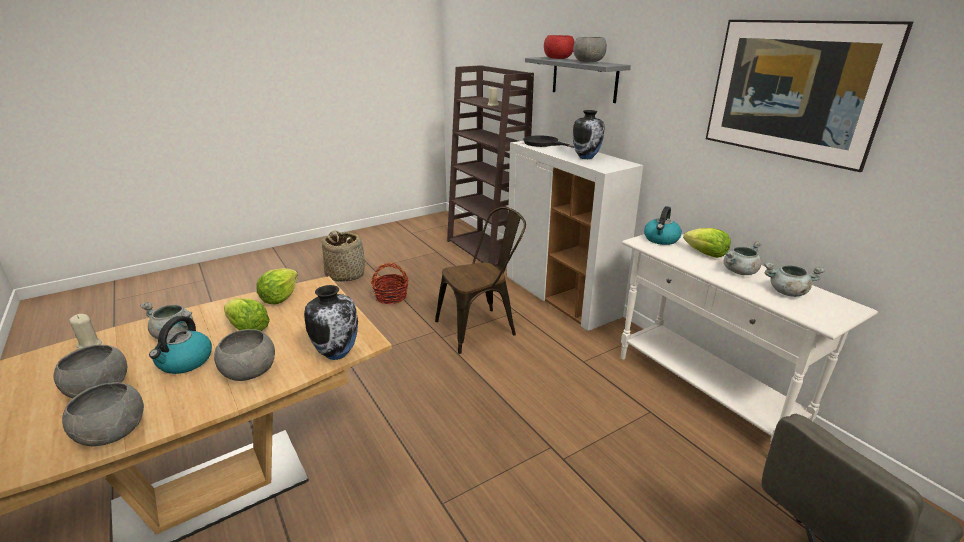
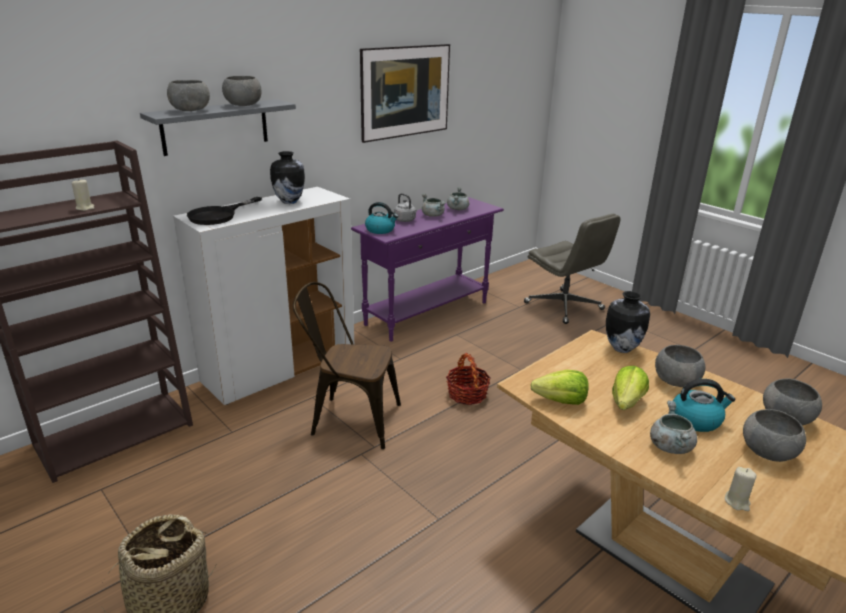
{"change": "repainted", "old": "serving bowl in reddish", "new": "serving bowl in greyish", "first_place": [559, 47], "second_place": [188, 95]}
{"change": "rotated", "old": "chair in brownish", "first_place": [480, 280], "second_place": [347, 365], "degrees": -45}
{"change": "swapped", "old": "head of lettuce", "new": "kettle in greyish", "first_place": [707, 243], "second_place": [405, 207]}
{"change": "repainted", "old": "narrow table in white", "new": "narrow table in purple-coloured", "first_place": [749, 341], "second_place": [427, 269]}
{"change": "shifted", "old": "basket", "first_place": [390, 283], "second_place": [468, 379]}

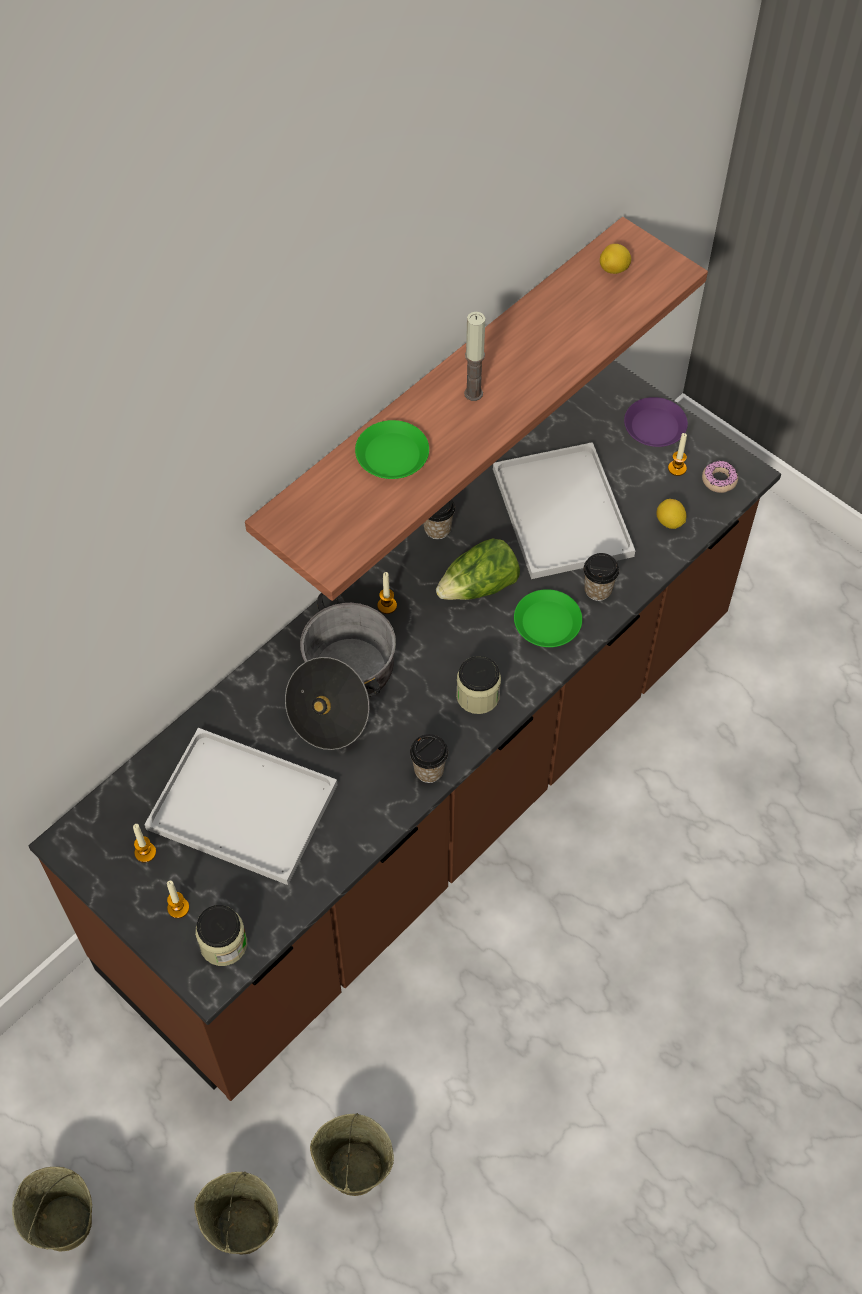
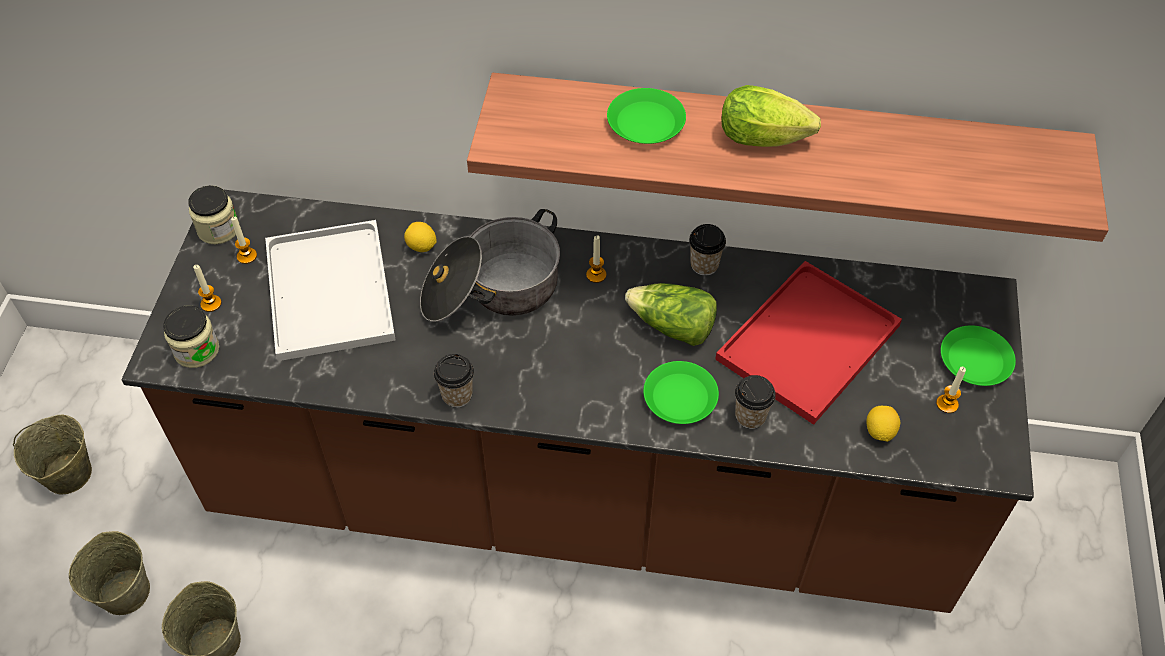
{"change": "shifted", "old": "lemon", "first_place": [615, 259], "second_place": [420, 237]}
{"change": "swapped", "old": "wax light", "new": "head of lettuce", "first_place": [474, 356], "second_place": [771, 116]}
{"change": "repainted", "old": "plate in purple-coloured", "new": "plate in greenish", "first_place": [656, 422], "second_place": [978, 356]}
{"change": "repainted", "old": "tray in white", "new": "tray in reddish", "first_place": [564, 510], "second_place": [808, 343]}
{"change": "gone", "old": "ring doughnut", "first_place": [720, 477]}
{"change": "shifted", "old": "storage jar", "first_place": [478, 685], "second_place": [213, 214]}

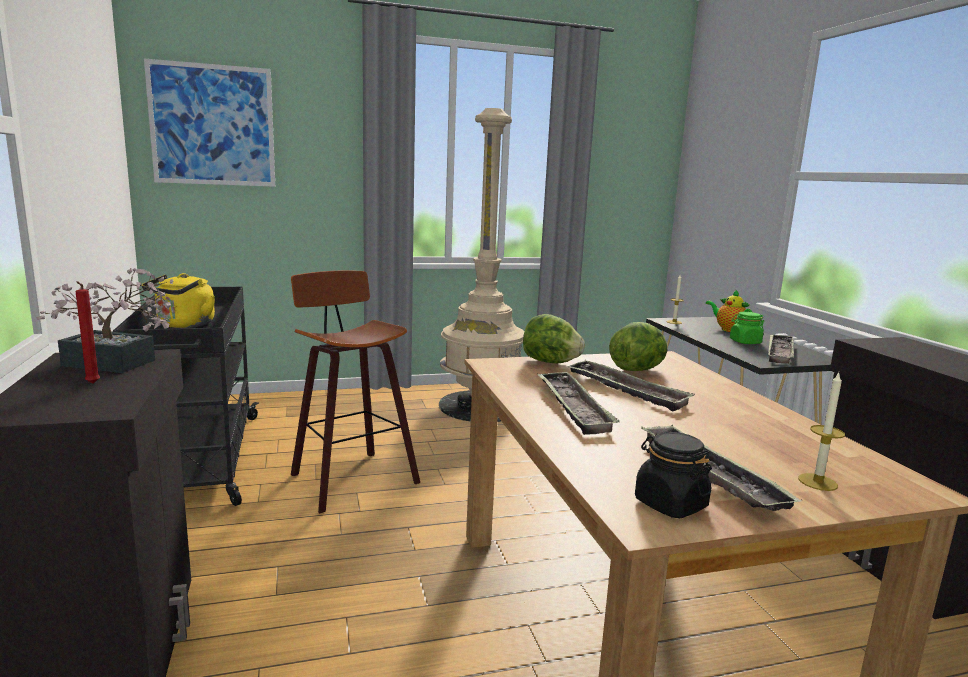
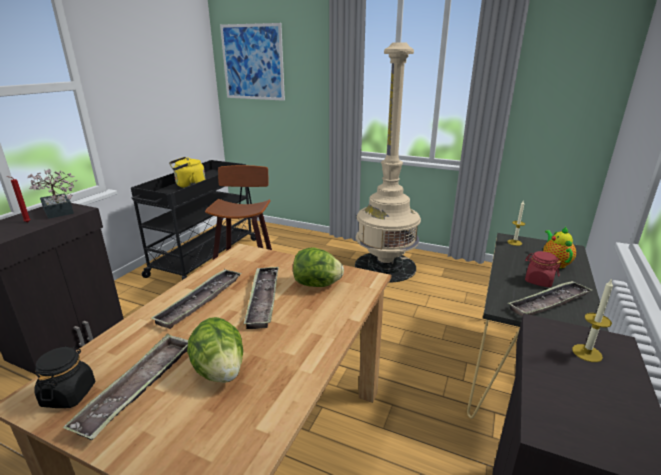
{"change": "repainted", "old": "storage jar in greenish", "new": "storage jar in reddish", "first_place": [747, 328], "second_place": [543, 269]}
{"change": "shifted", "old": "head of lettuce", "first_place": [554, 338], "second_place": [215, 350]}
{"change": "shifted", "old": "wax light", "first_place": [821, 432], "second_place": [592, 320]}

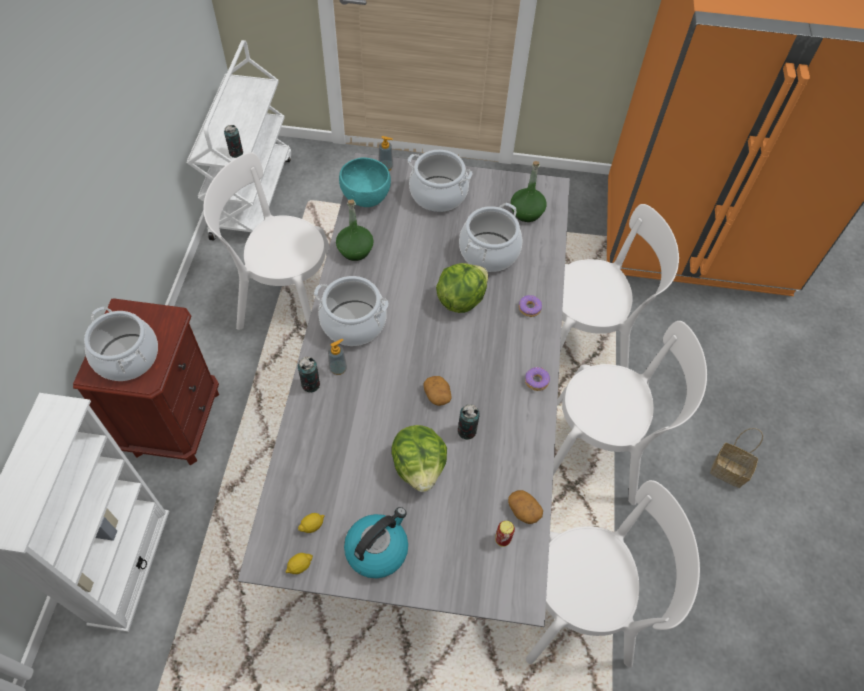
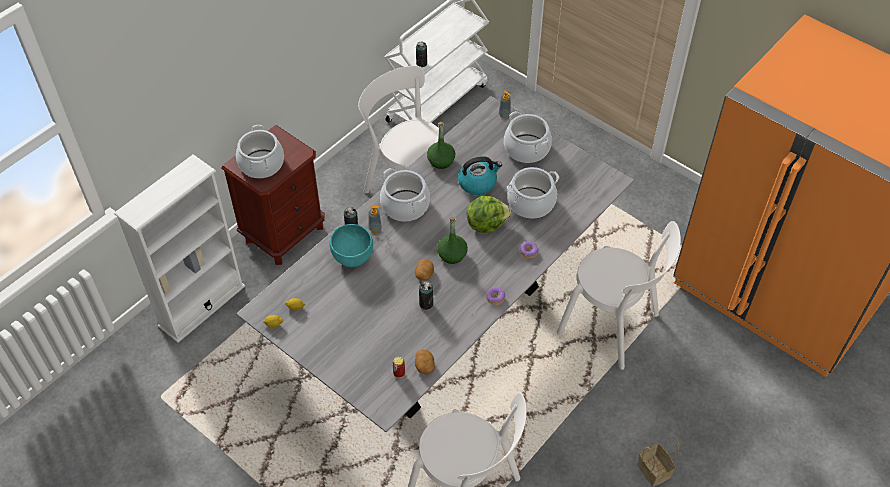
{"change": "shifted", "old": "serving bowl in turquoise-coloured", "first_place": [365, 182], "second_place": [351, 245]}
{"change": "shifted", "old": "drink bottle in greenish", "first_place": [528, 191], "second_place": [452, 240]}
{"change": "gone", "old": "chair in white", "first_place": [630, 413]}
{"change": "gone", "old": "head of lettuce", "first_place": [419, 458]}
{"change": "shifted", "old": "kettle", "first_place": [376, 542], "second_place": [480, 175]}

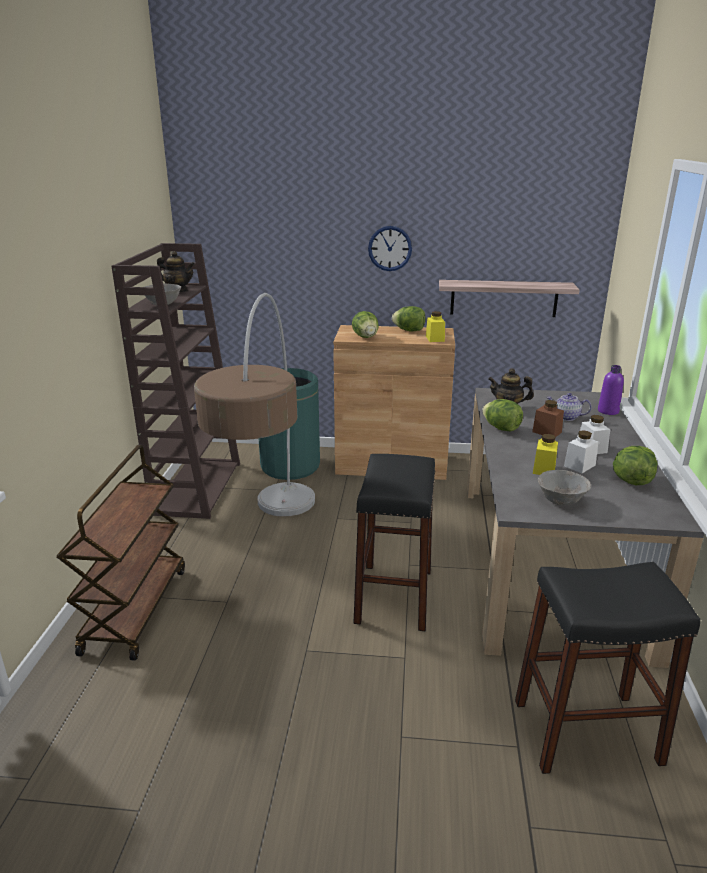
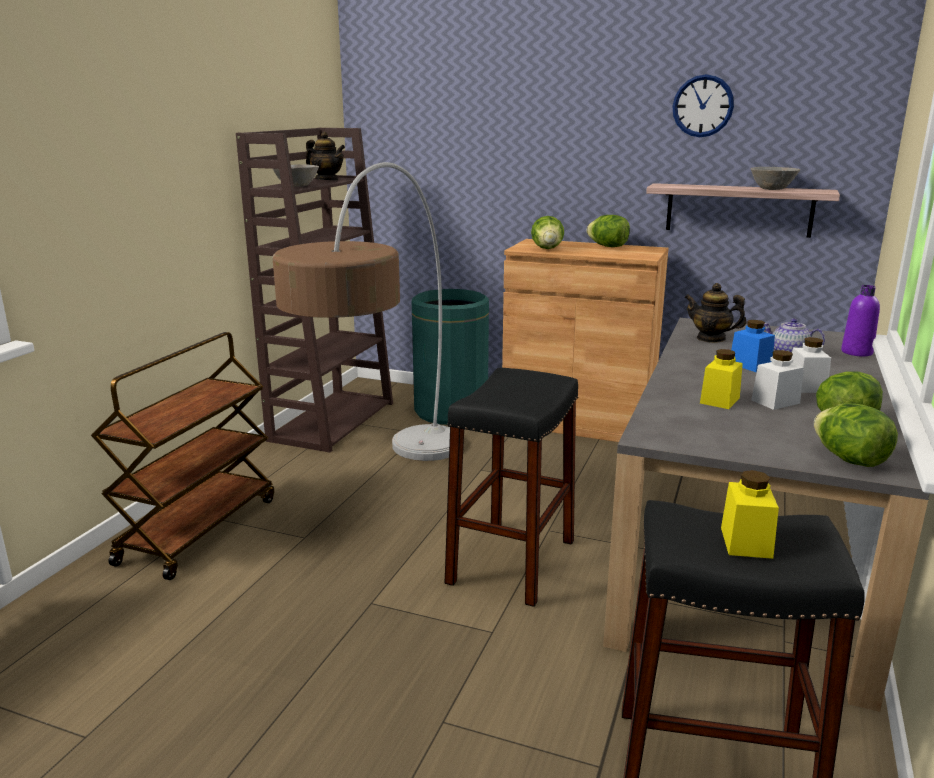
{"change": "shifted", "old": "hanging clock", "first_place": [390, 248], "second_place": [703, 105]}
{"change": "shifted", "old": "storage jar in yellowish", "first_place": [435, 326], "second_place": [750, 514]}
{"change": "shifted", "old": "head of lettuce", "first_place": [502, 415], "second_place": [856, 435]}
{"change": "repainted", "old": "storage jar in brownish", "new": "storage jar in bluish", "first_place": [548, 418], "second_place": [753, 346]}
{"change": "shifted", "old": "serving bowl in greyish", "first_place": [564, 487], "second_place": [775, 178]}

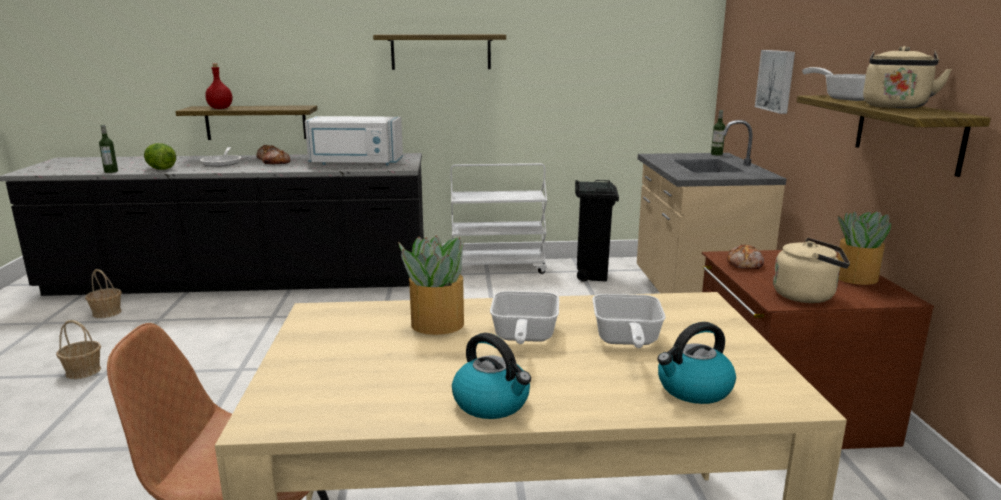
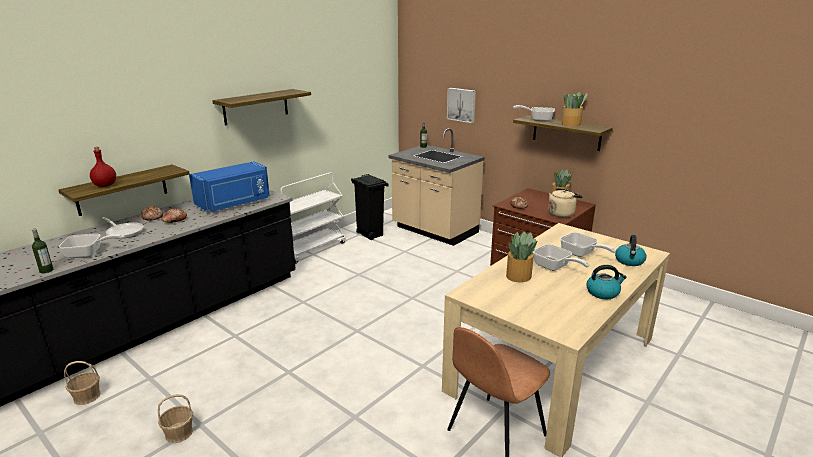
{"change": "swapped", "old": "kettle in beige-coloured", "new": "houseplant", "first_place": [907, 77], "second_place": [574, 109]}
{"change": "repainted", "old": "kitchen microwave in white", "new": "kitchen microwave in bluish", "first_place": [354, 140], "second_place": [229, 186]}
{"change": "swapped", "old": "head of lettuce", "new": "pan", "first_place": [160, 156], "second_place": [92, 246]}

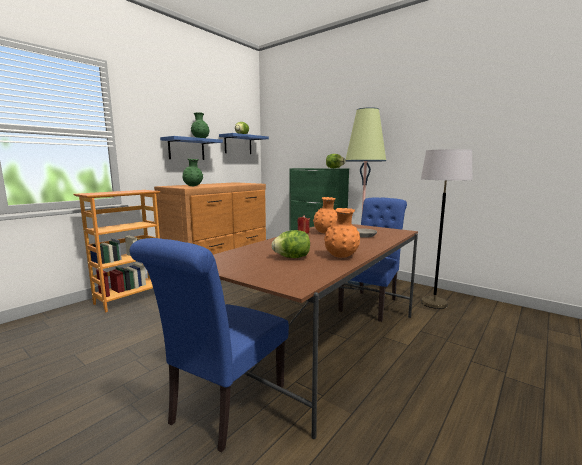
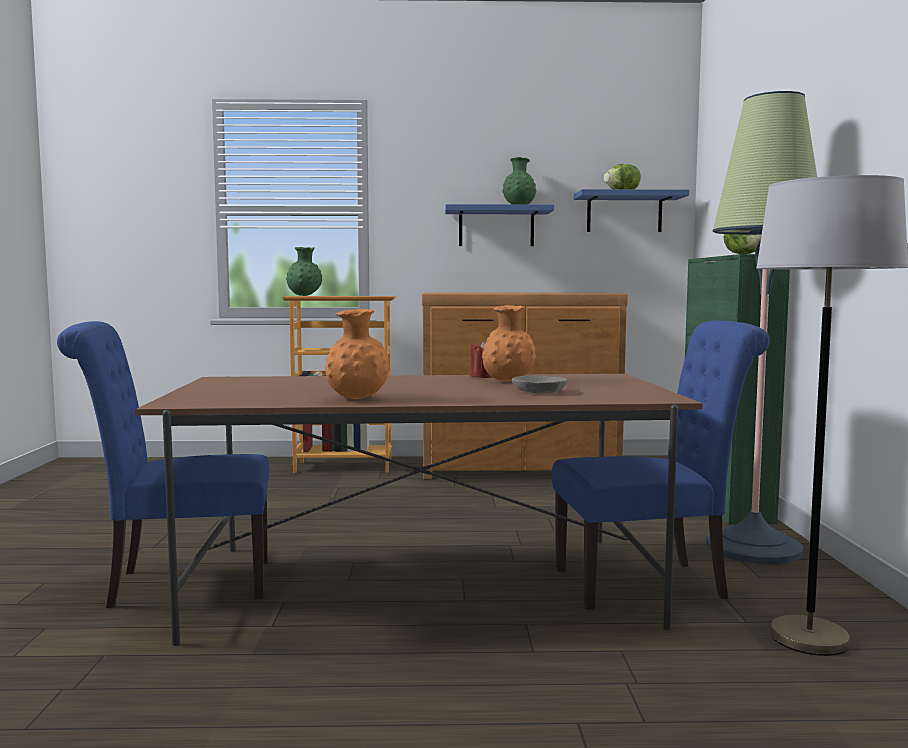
{"change": "shifted", "old": "decorative vase in greenish", "first_place": [192, 172], "second_place": [304, 271]}
{"change": "gone", "old": "head of lettuce", "first_place": [290, 244]}

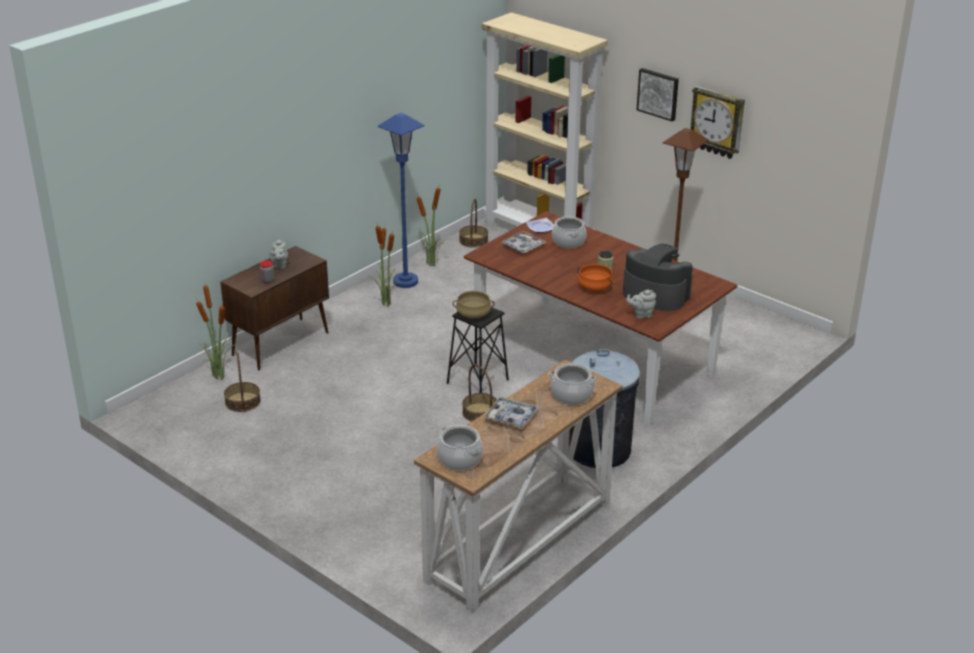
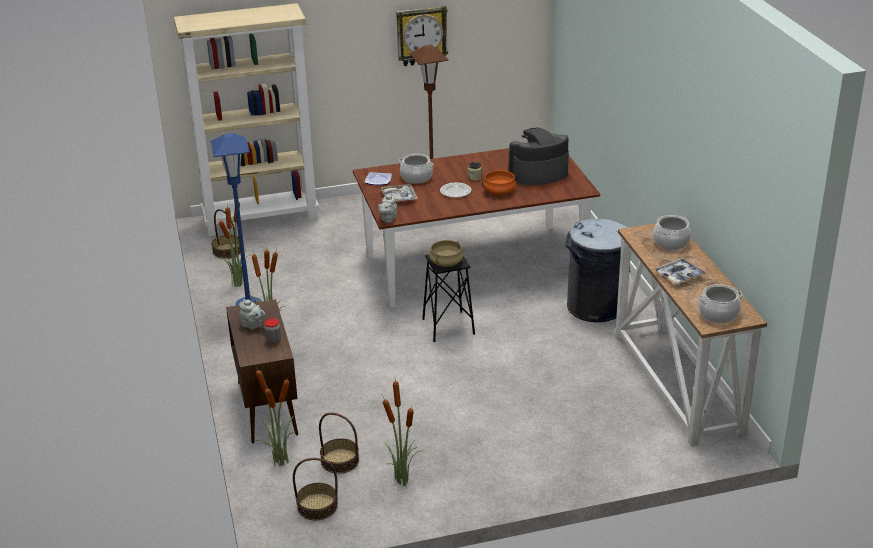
{"change": "gone", "old": "wall art", "first_place": [658, 95]}
{"change": "shifted", "old": "pot for tea in greyish", "first_place": [641, 304], "second_place": [387, 208]}
{"change": "shifted", "old": "basket", "first_place": [480, 393], "second_place": [315, 489]}
{"change": "new", "new": "plate", "second_place": [456, 190]}
{"change": "new", "new": "houseplant", "second_place": [402, 433]}

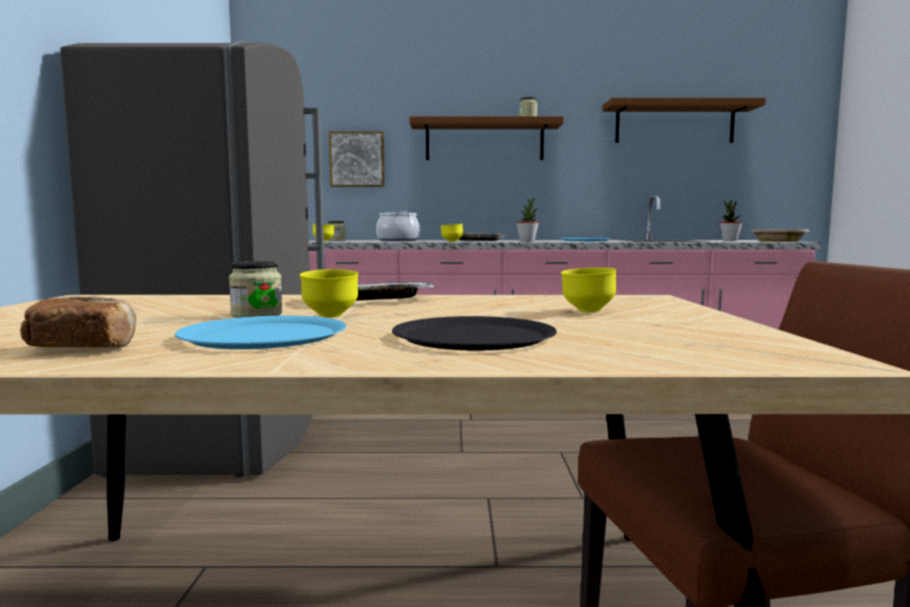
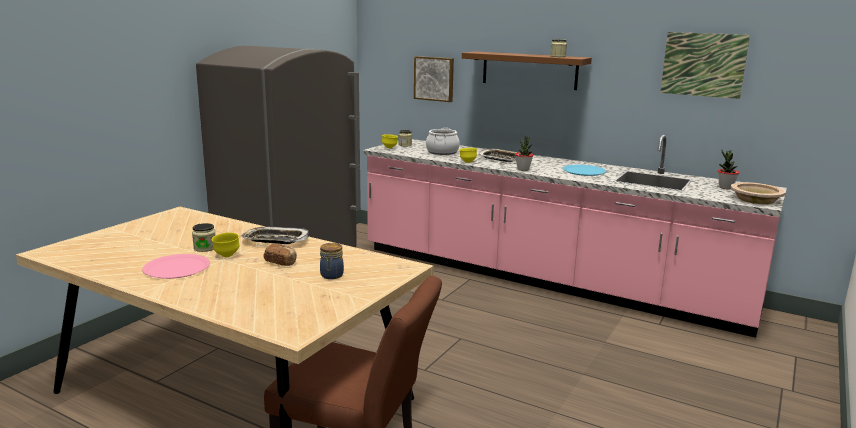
{"change": "swapped", "old": "shelf in brownish", "new": "wall art", "first_place": [684, 120], "second_place": [705, 65]}
{"change": "swapped", "old": "serving bowl in yellowish", "new": "storage jar", "first_place": [589, 289], "second_place": [332, 261]}
{"change": "shifted", "old": "baked bread", "first_place": [78, 322], "second_place": [280, 255]}
{"change": "repainted", "old": "plate in bluish", "new": "plate in pink", "first_place": [260, 332], "second_place": [176, 266]}
{"change": "gone", "old": "plate in blackish", "first_place": [474, 333]}

